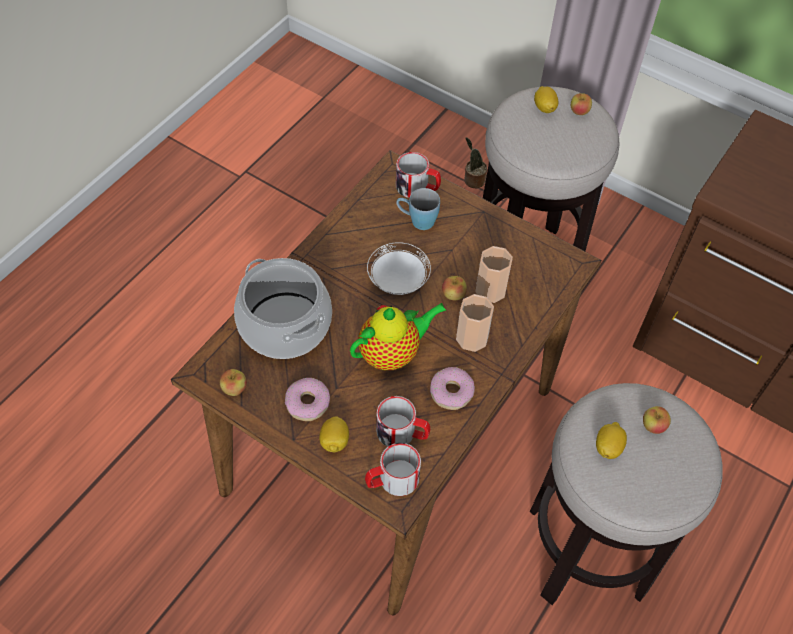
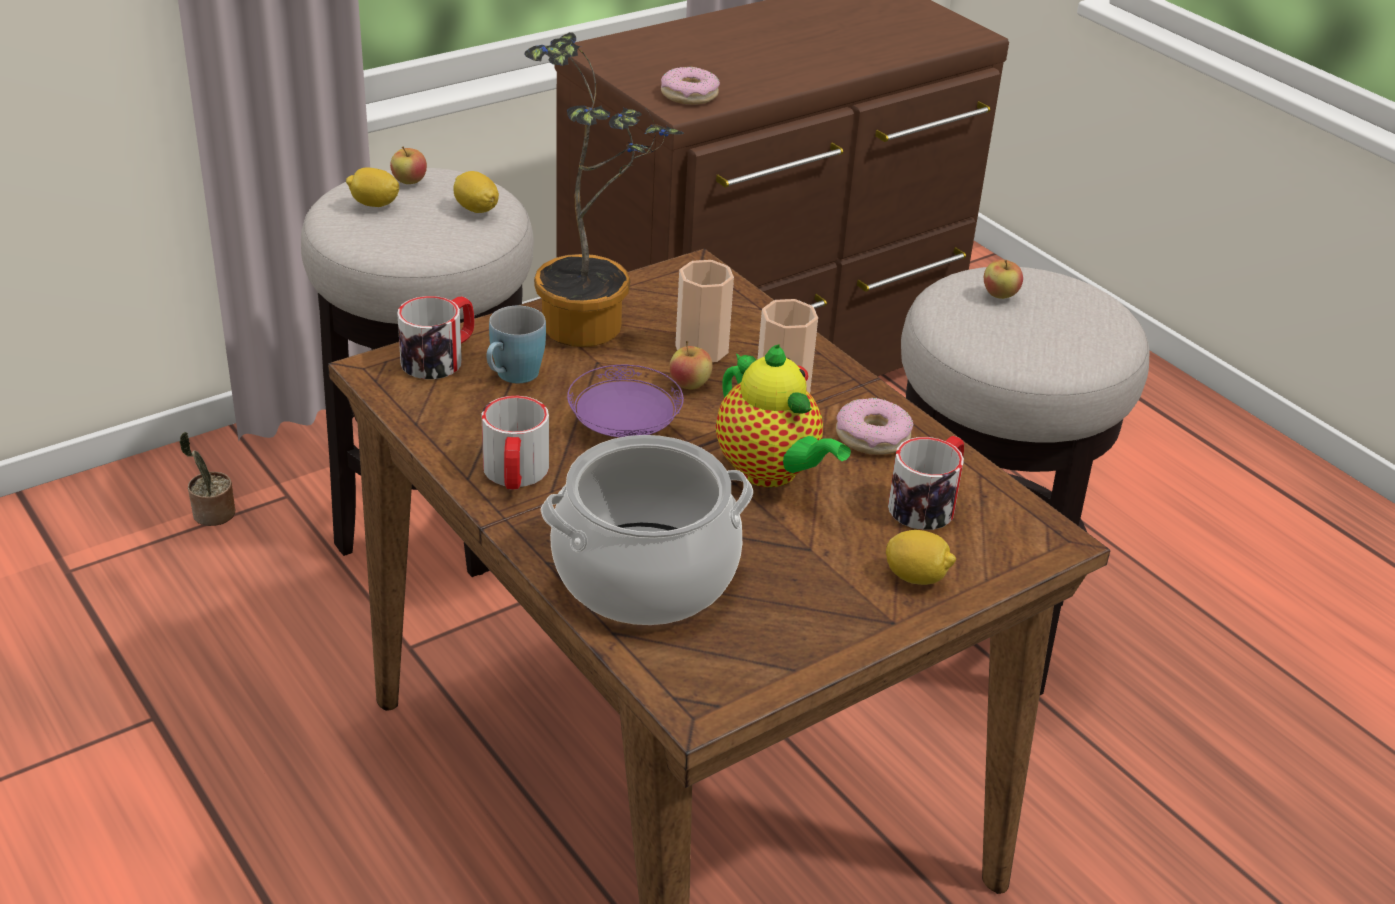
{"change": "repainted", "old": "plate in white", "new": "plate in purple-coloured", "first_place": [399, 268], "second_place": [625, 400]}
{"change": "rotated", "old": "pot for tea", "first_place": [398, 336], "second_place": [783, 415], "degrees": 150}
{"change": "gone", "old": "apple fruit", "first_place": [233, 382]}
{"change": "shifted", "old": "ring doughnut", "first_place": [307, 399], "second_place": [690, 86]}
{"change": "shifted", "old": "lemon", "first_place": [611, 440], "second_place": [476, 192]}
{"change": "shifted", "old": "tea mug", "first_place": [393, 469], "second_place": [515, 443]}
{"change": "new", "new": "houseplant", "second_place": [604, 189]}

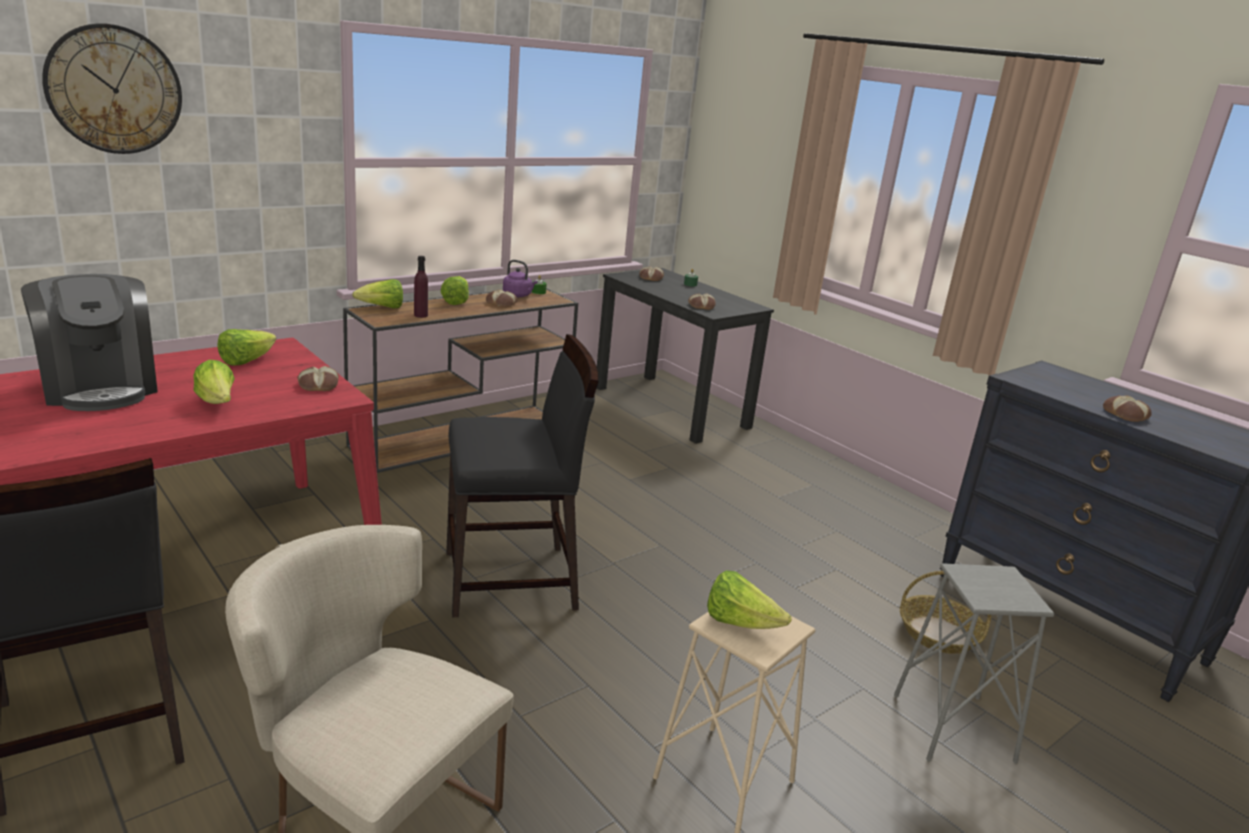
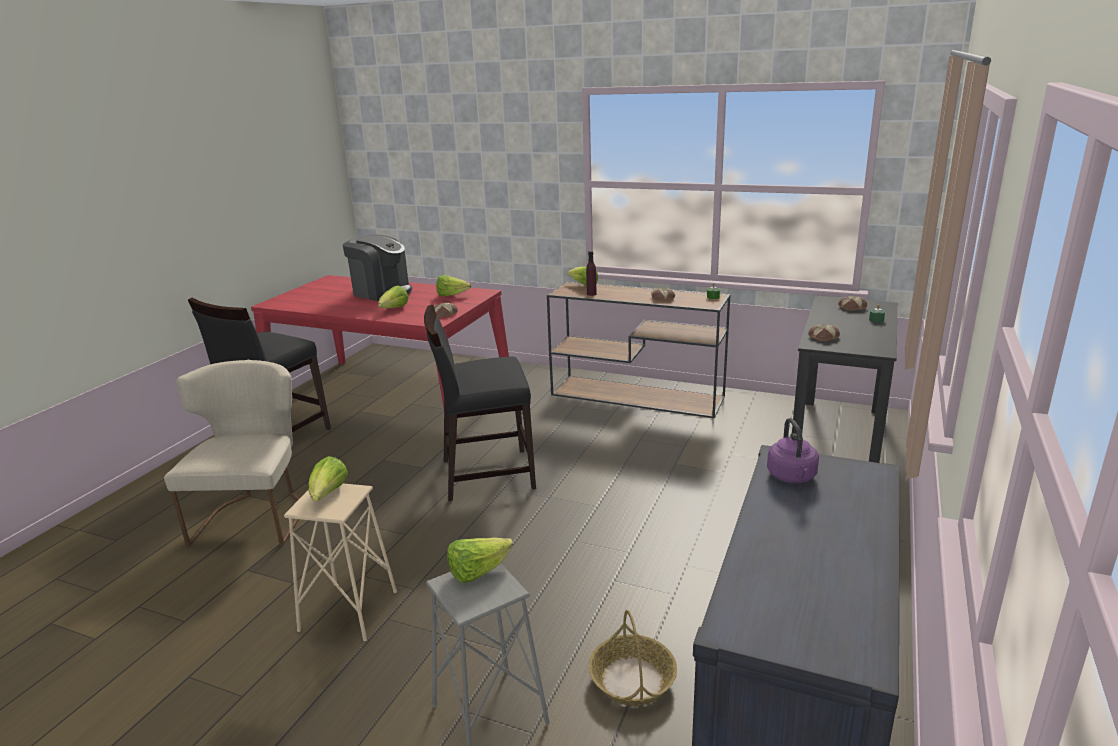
{"change": "gone", "old": "hanging clock", "first_place": [112, 88]}
{"change": "shifted", "old": "kettle in purple-coloured", "first_place": [520, 278], "second_place": [793, 450]}
{"change": "rotated", "old": "coffee brewer", "first_place": [89, 342], "second_place": [377, 268], "degrees": -90}
{"change": "shifted", "old": "head of lettuce", "first_place": [455, 290], "second_place": [480, 560]}
{"change": "rotated", "old": "chair in blackish", "first_place": [522, 476], "second_place": [480, 403], "degrees": 120}
{"change": "gone", "old": "baked bread", "first_place": [1127, 408]}

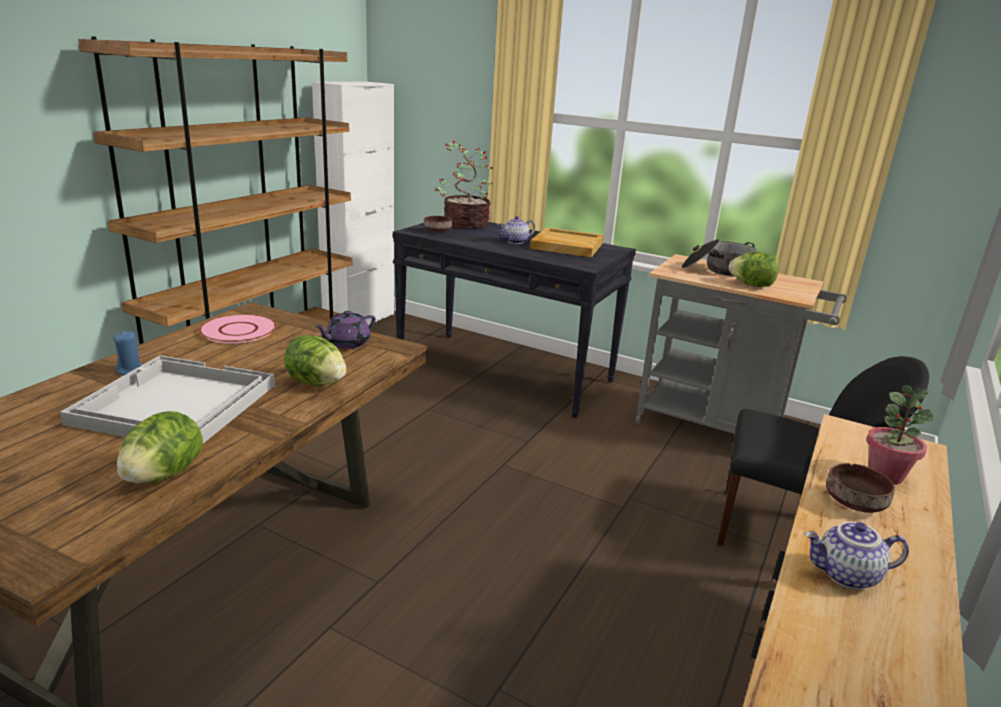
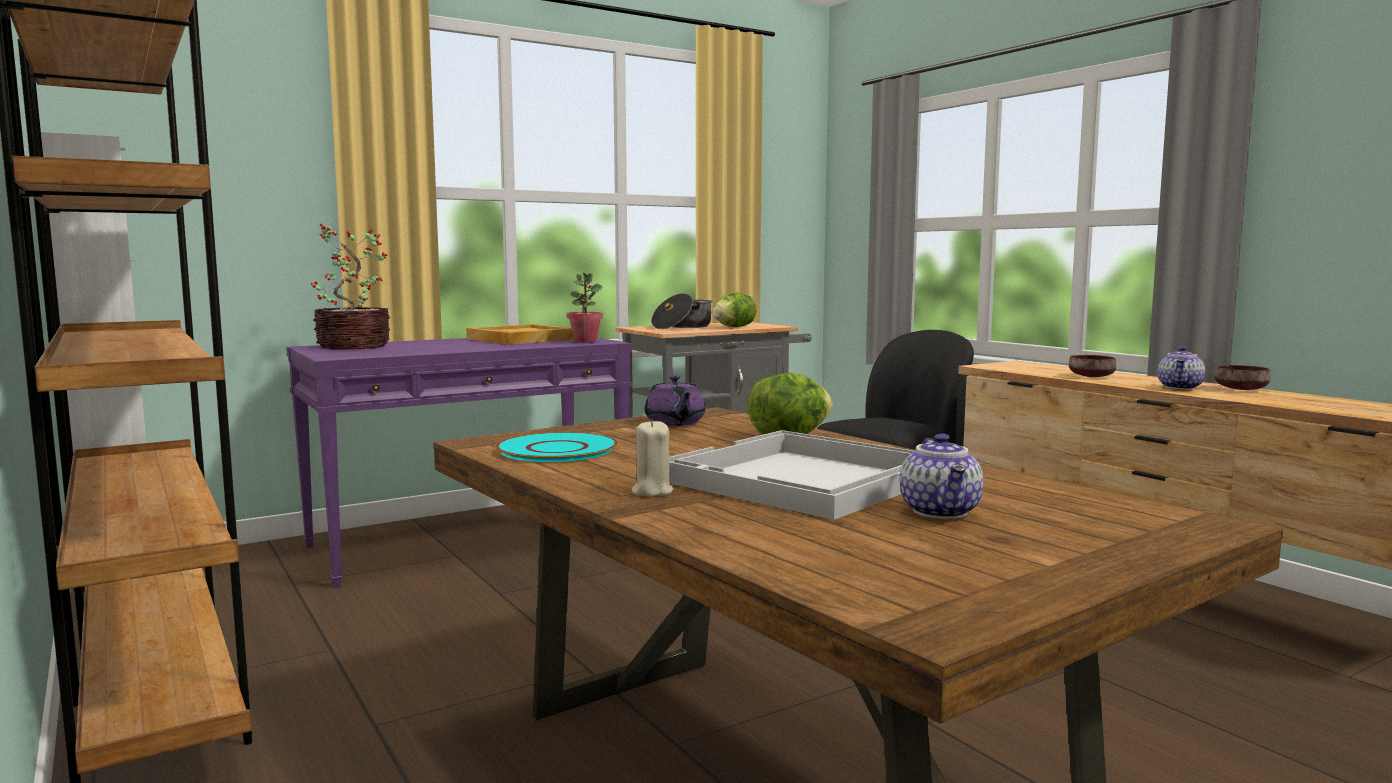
{"change": "shifted", "old": "serving bowl in brownish", "first_place": [438, 224], "second_place": [1242, 377]}
{"change": "shifted", "old": "pot for tea", "first_place": [516, 230], "second_place": [941, 476]}
{"change": "repainted", "old": "narrow table in blackish", "new": "narrow table in purple-coloured", "first_place": [514, 320], "second_place": [459, 463]}
{"change": "repainted", "old": "plate in pink", "new": "plate in turquoise-coloured", "first_place": [238, 329], "second_place": [556, 447]}
{"change": "repainted", "old": "wax light in bluish", "new": "wax light in beige-coloured", "first_place": [128, 353], "second_place": [652, 458]}
{"change": "shifted", "old": "houseplant", "first_place": [899, 435], "second_place": [585, 308]}
{"change": "gone", "old": "head of lettuce", "first_place": [160, 447]}

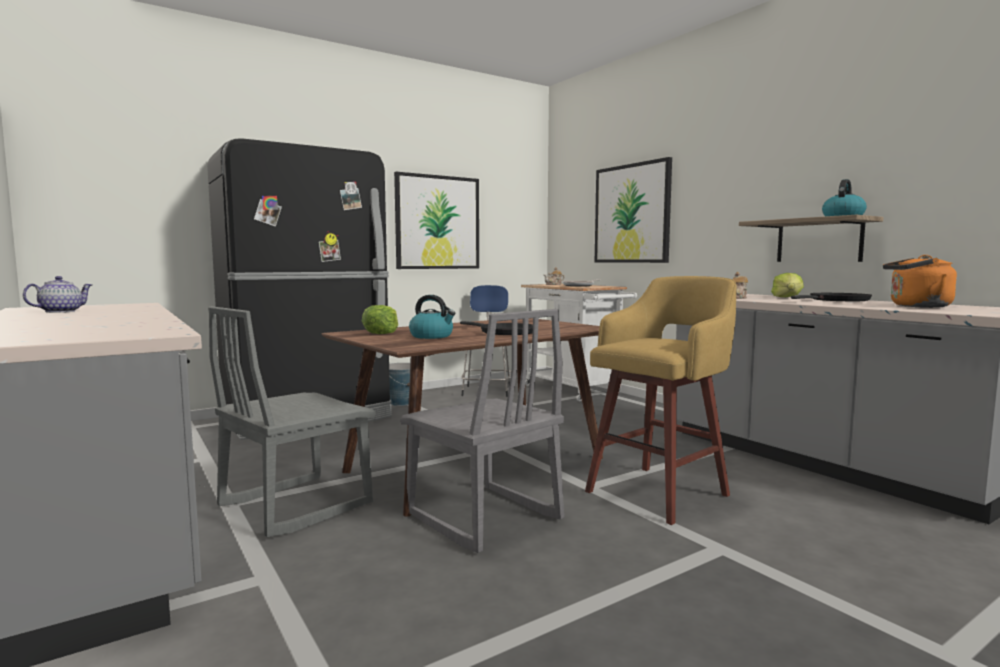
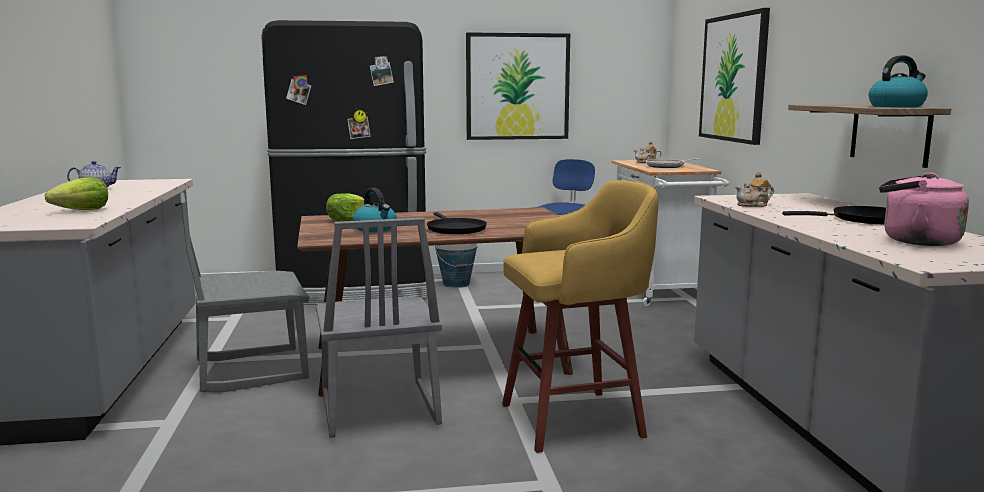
{"change": "repainted", "old": "kettle in orangey", "new": "kettle in pink", "first_place": [920, 281], "second_place": [924, 209]}
{"change": "shifted", "old": "head of lettuce", "first_place": [787, 285], "second_place": [76, 193]}

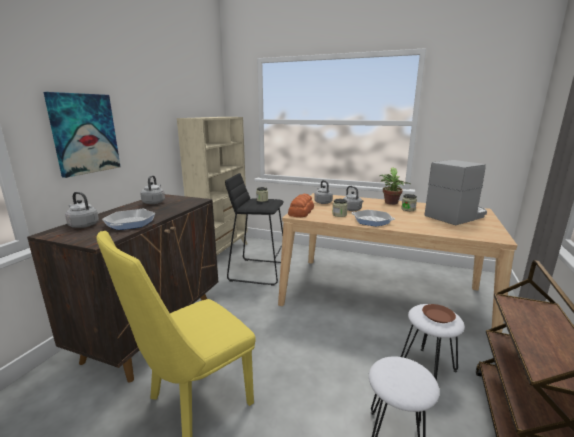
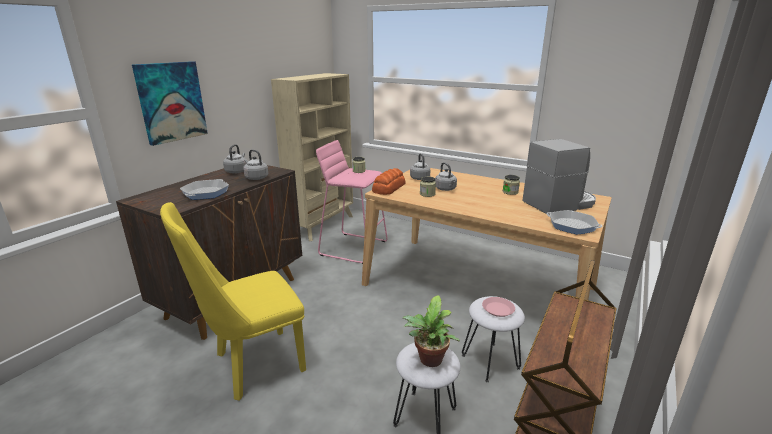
{"change": "shifted", "old": "houseplant", "first_place": [395, 186], "second_place": [431, 331]}
{"change": "repainted", "old": "stool seat in blackish", "new": "stool seat in pink", "first_place": [254, 229], "second_place": [352, 202]}
{"change": "shifted", "old": "kettle in greyish", "first_place": [82, 210], "second_place": [255, 165]}
{"change": "shifted", "old": "pan", "first_place": [373, 218], "second_place": [574, 222]}
{"change": "repainted", "old": "plate in brownish", "new": "plate in pink", "first_place": [439, 313], "second_place": [498, 307]}

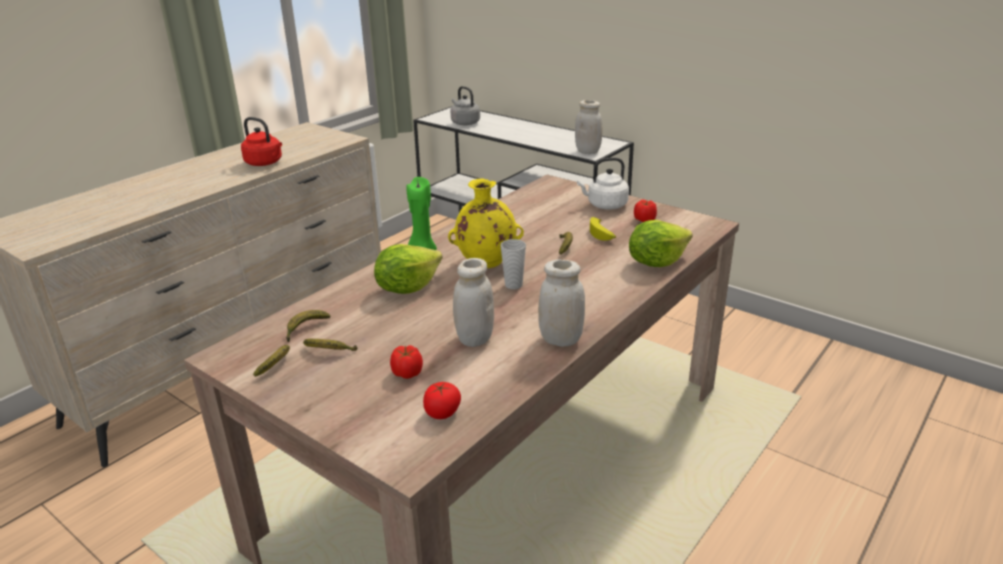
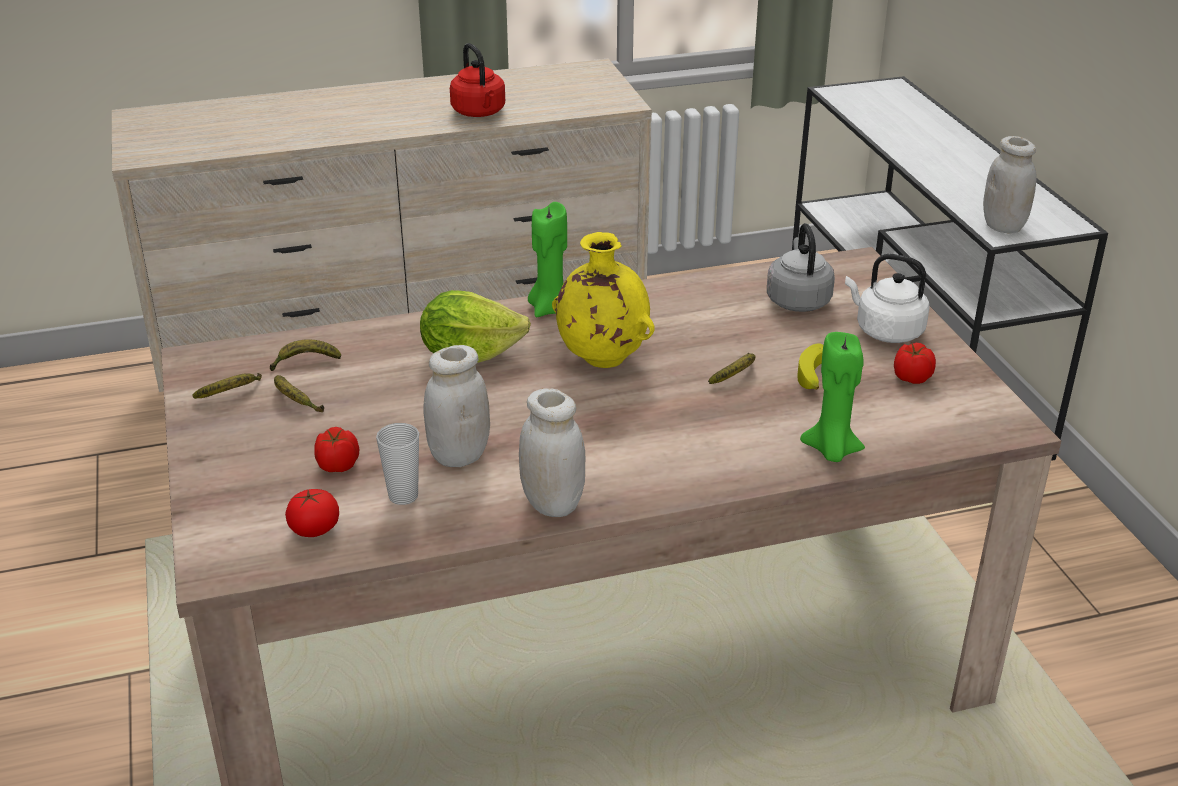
{"change": "shifted", "old": "kettle in greyish", "first_place": [465, 105], "second_place": [801, 267]}
{"change": "swapped", "old": "head of lettuce", "new": "wax light in greenish", "first_place": [661, 243], "second_place": [832, 397]}
{"change": "shifted", "old": "drinking cup", "first_place": [513, 264], "second_place": [397, 464]}

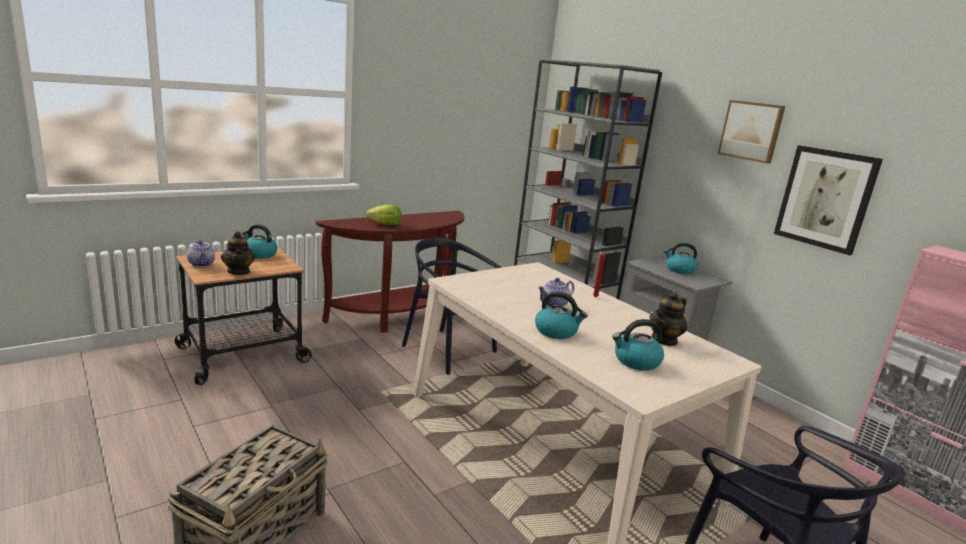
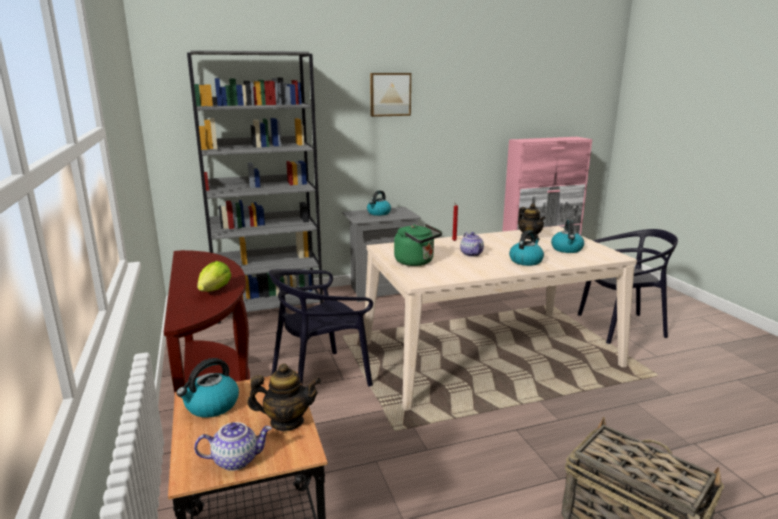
{"change": "gone", "old": "wall art", "first_place": [828, 200]}
{"change": "new", "new": "kettle in greenish", "second_place": [418, 245]}

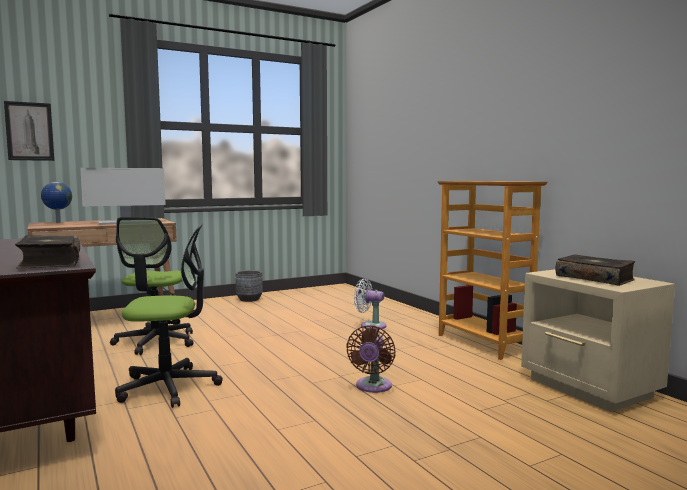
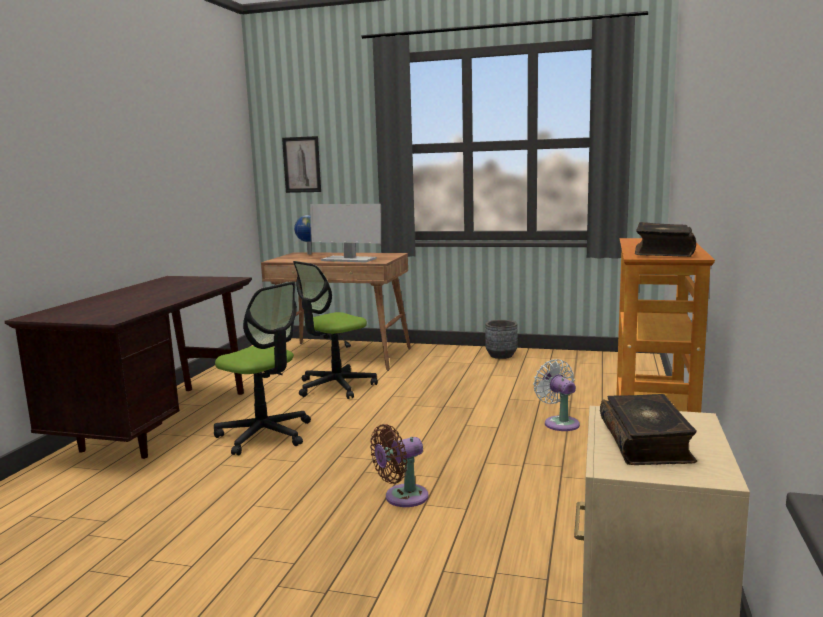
{"change": "shifted", "old": "book", "first_place": [47, 252], "second_place": [665, 239]}

